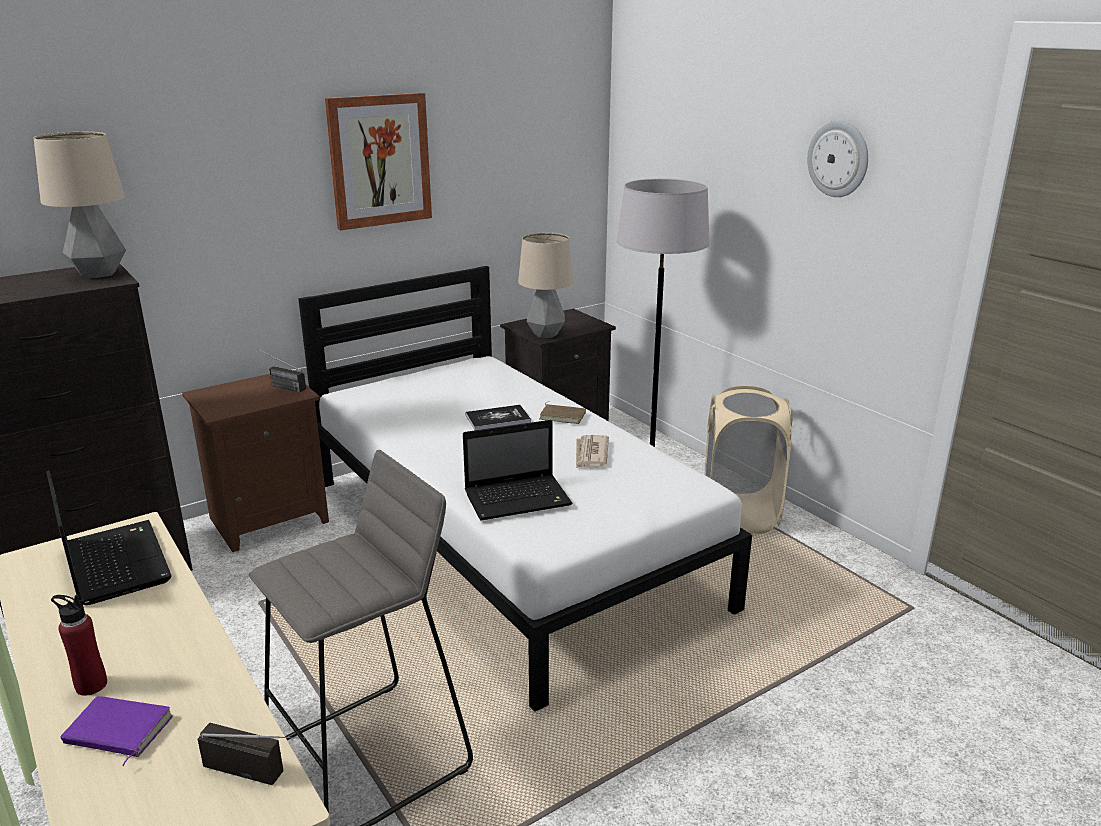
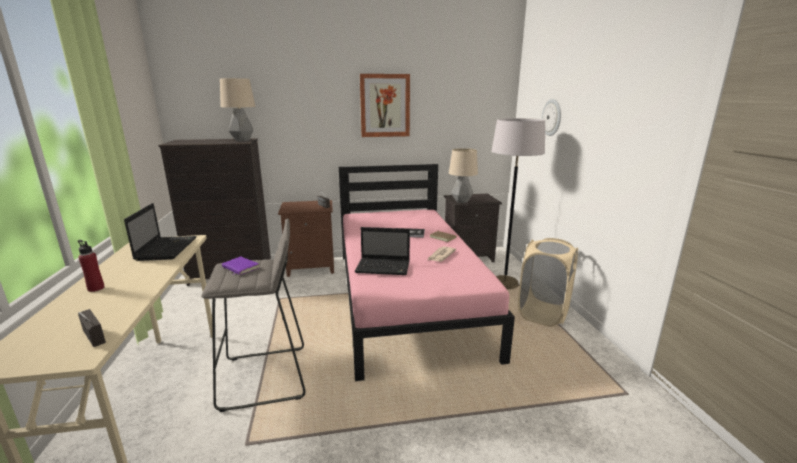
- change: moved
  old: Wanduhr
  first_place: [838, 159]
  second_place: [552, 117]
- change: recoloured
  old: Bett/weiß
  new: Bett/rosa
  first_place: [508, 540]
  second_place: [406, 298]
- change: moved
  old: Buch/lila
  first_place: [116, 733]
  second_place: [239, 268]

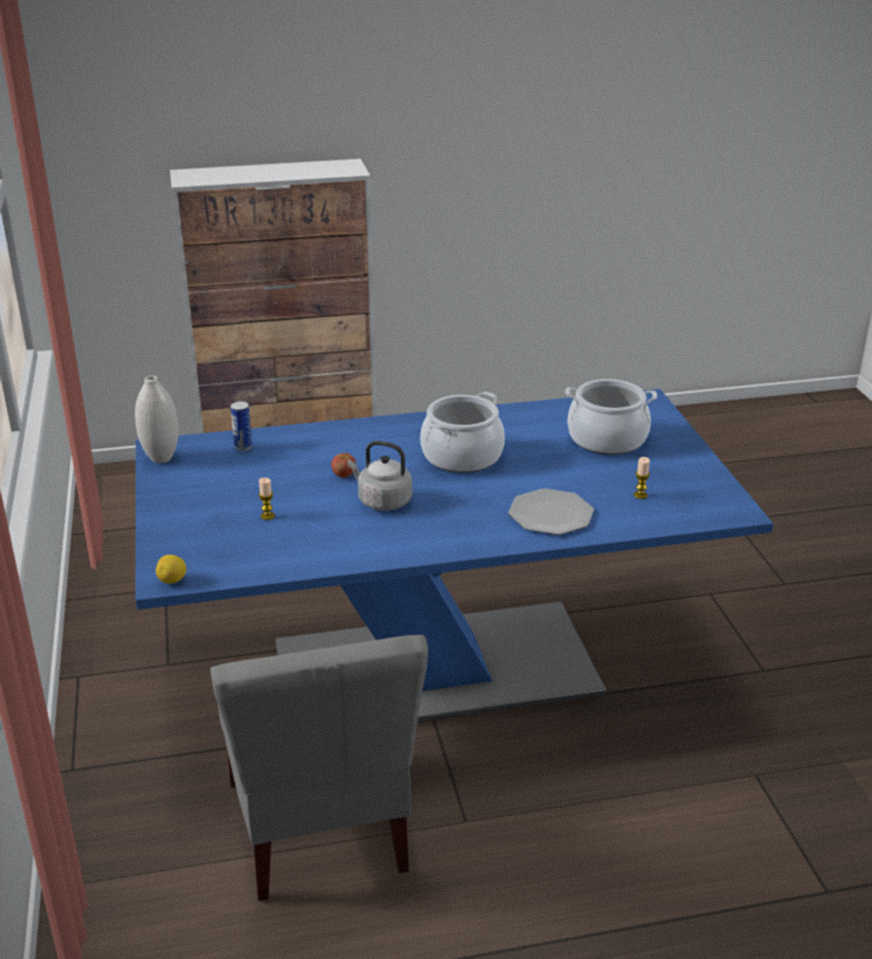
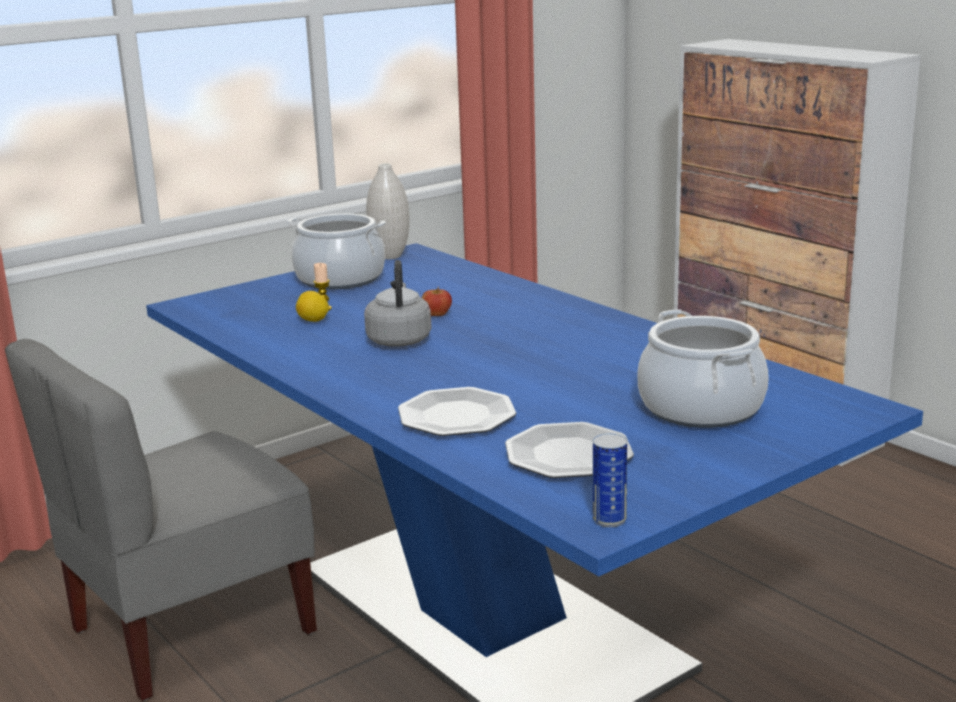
- change: moved
  old: Kochtopf
  first_place: [462, 457]
  second_place: [340, 279]
- change: moved
  old: Dose
  first_place: [243, 447]
  second_place: [609, 520]
- change: replaced
  old: Kerze
  new: Teller
  first_place: [640, 495]
  second_place: [568, 454]
- change: moved
  old: Zitrone
  first_place: [172, 581]
  second_place: [313, 321]

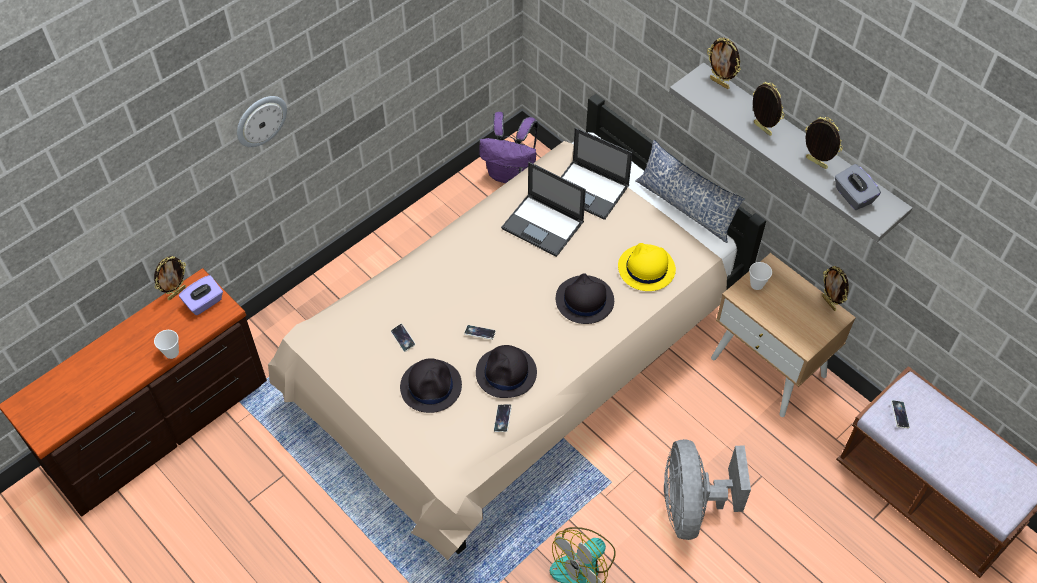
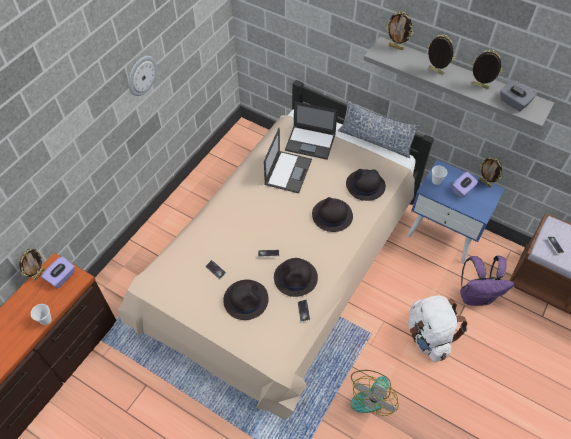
- change: moved
  old: Wanduhr
  first_place: [260, 120]
  second_place: [141, 75]
- change: moved
  old: Rucksack/lila
  first_place: [511, 174]
  second_place: [476, 296]
- change: turned
  old: Laptop
  first_place: [543, 225]
  second_place: [288, 171]
  degrees: -90
- change: recoloured
  old: Hut/gelb
  new: Hut/schwarz
  first_place: [646, 268]
  second_place: [365, 185]
- change: recoloured
  old: Nachttisch/beige
  new: Nachttisch/blau
  first_place: [769, 367]
  second_place: [444, 233]
- change: replaced
  old: Ventilator/grau
  new: Rucksack/weiß
  first_place: [692, 506]
  second_place: [428, 337]
- change: added
  new: Taschentuchbox/lila
  second_place: [462, 190]

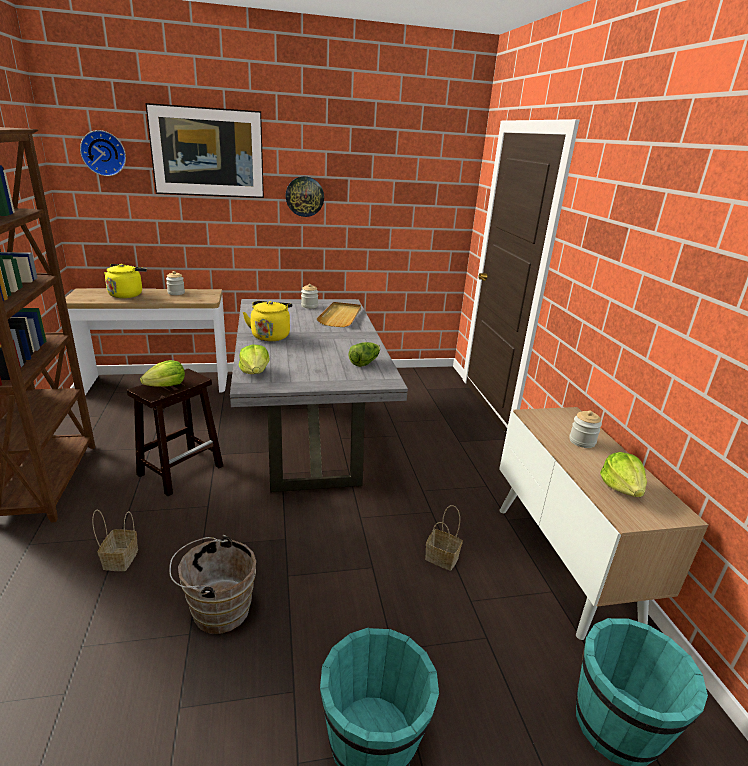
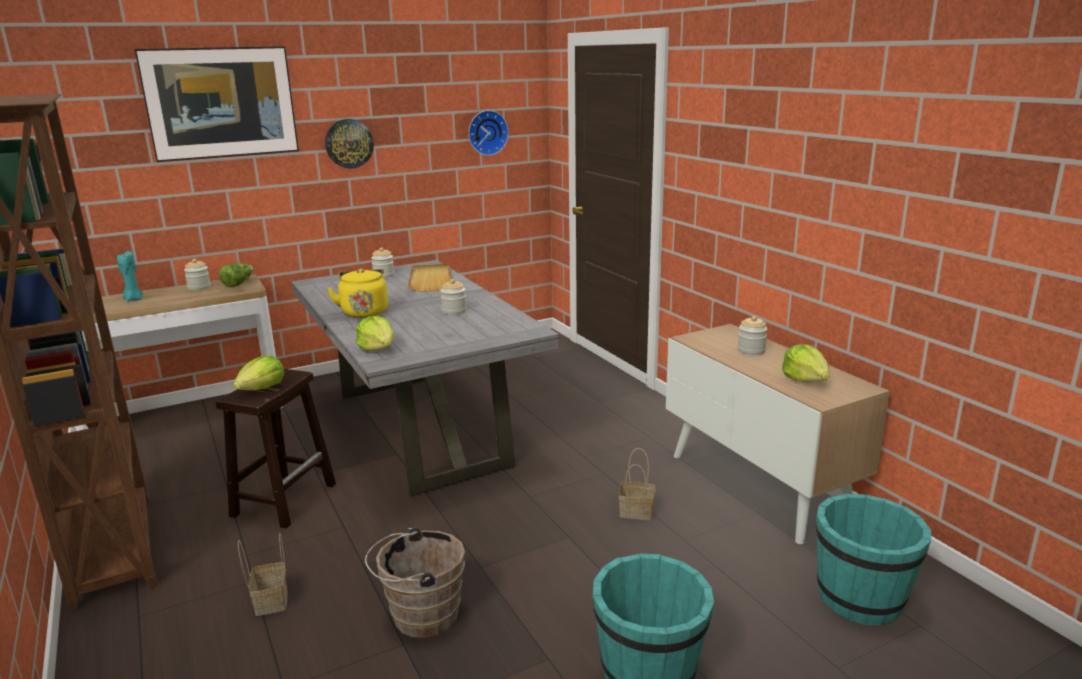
- change: moved
  old: Wanduhr
  first_place: [104, 153]
  second_place: [487, 132]
- change: replaced
  old: Wasserkessel/gelb
  new: Kerze/türkis
  first_place: [127, 294]
  second_place: [133, 299]
- change: moved
  old: Salatkopf
  first_place: [364, 362]
  second_place: [238, 284]
- change: added
  new: Vorratsglas
  second_place: [454, 311]

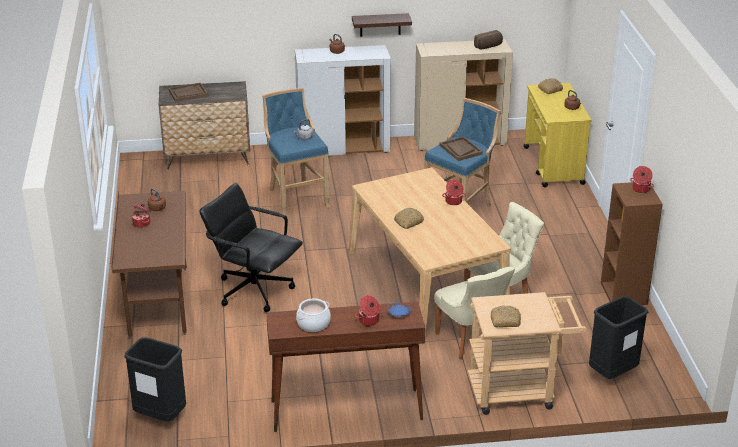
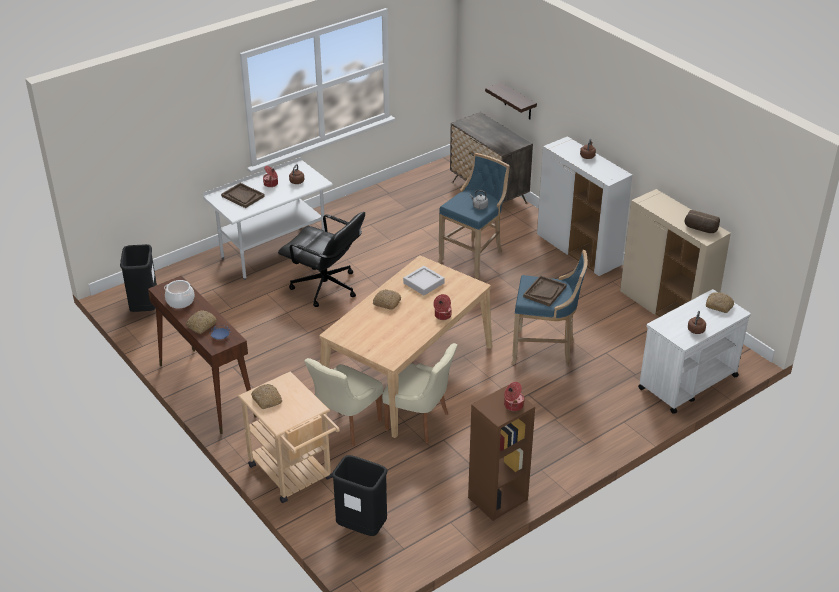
- change: moved
  old: Wandregal
  first_place: [380, 25]
  second_place: [518, 102]
- change: moved
  old: Tablett/braun
  first_place: [188, 93]
  second_place: [242, 196]
- change: recoloured
  old: Rollwagen/gelb
  new: Rollwagen/weiß
  first_place: [553, 166]
  second_place: [687, 382]
- change: turned
  old: Bürostuhl/schwarz
  first_place: [254, 289]
  second_place: [325, 288]
  degrees: 120
- change: recoloured
  old: Schreibtisch/braun
  new: Schreibtisch/weiß
  first_place: [158, 302]
  second_place: [273, 252]
- change: replaced
  old: Kochtopf
  new: Brot
  first_place: [369, 321]
  second_place: [201, 325]
- change: added
  new: Tablett/grau
  second_place: [423, 283]

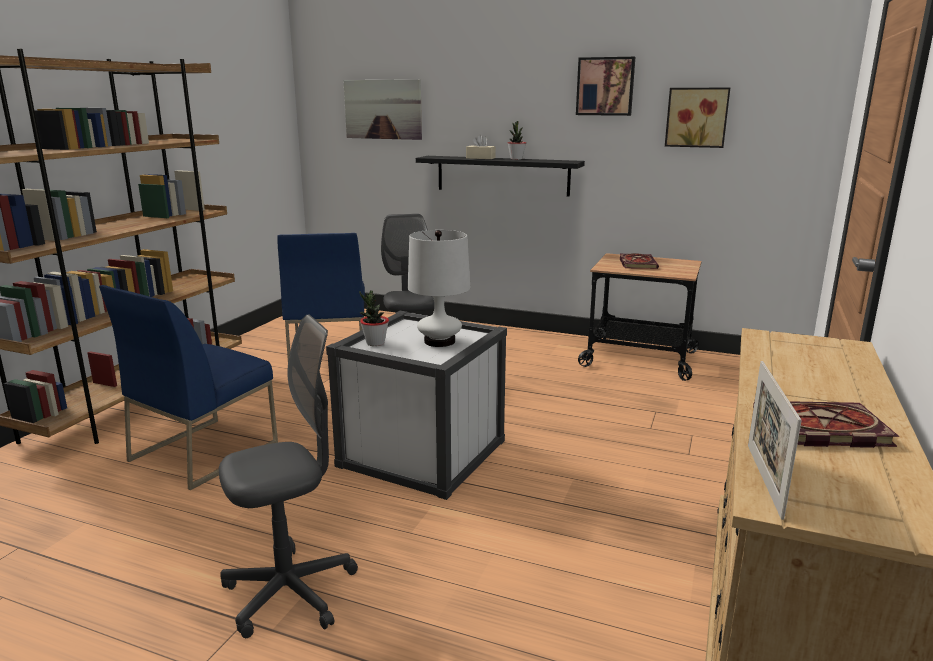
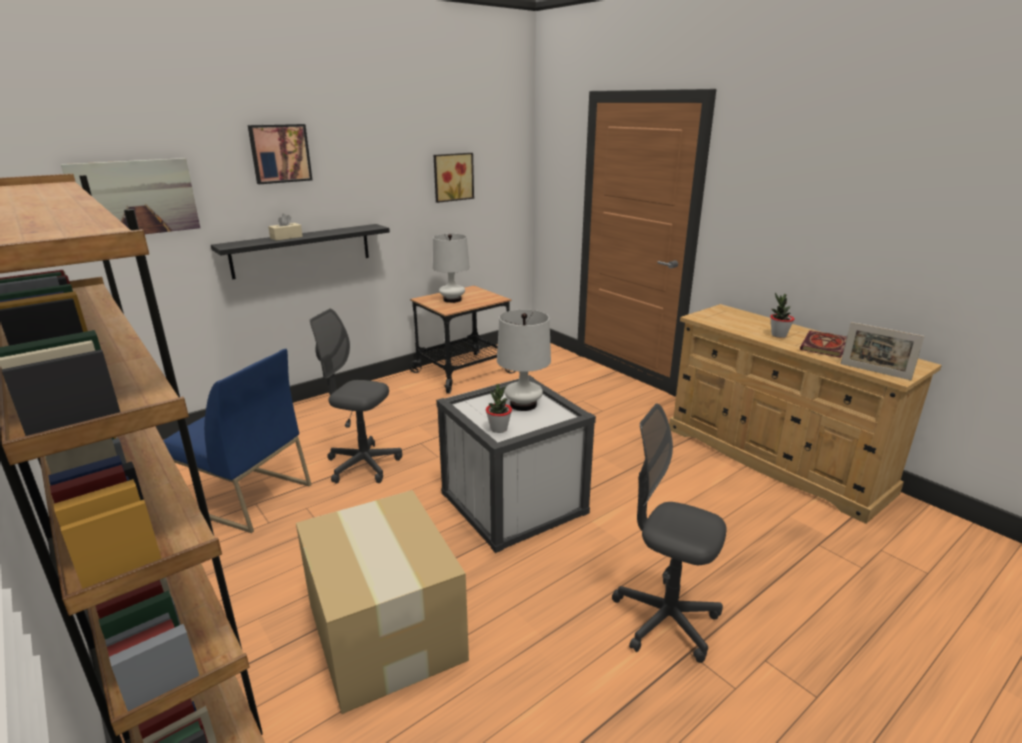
- change: moved
  old: Bild
  first_place: [605, 86]
  second_place: [280, 153]
- change: moved
  old: Topfpflanze
  first_place: [516, 159]
  second_place: [778, 335]
- change: replaced
  old: Buch
  new: Tischlampe/weiß
  first_place: [636, 263]
  second_place: [452, 300]
- change: replaced
  old: Stuhl/blau
  new: Karton
  first_place: [204, 451]
  second_place: [384, 633]
- change: turned
  old: Bürostuhl/grau
  first_place: [290, 593]
  second_place: [665, 620]
  degrees: -60

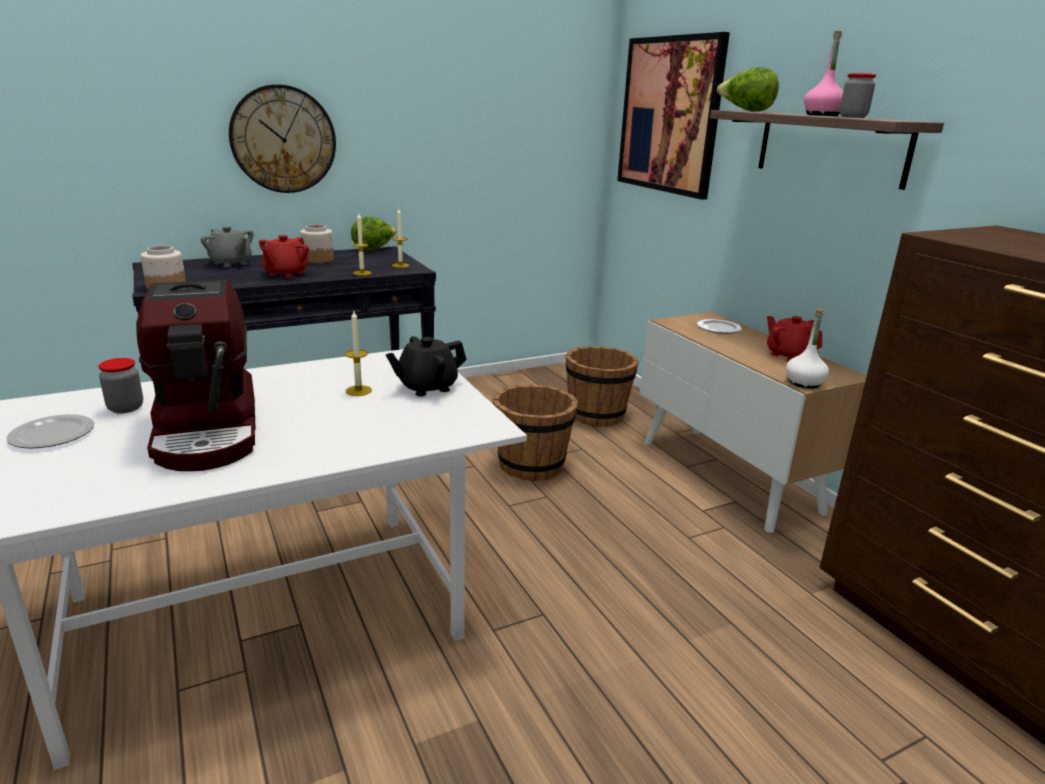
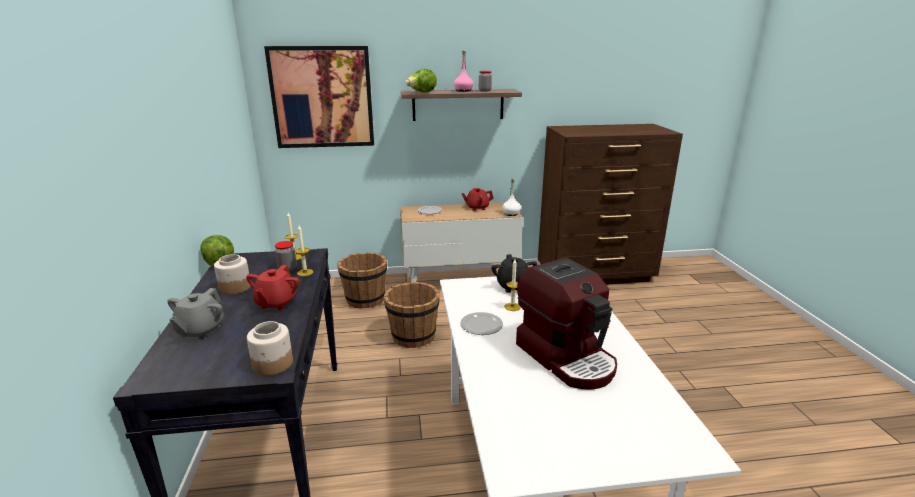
- change: removed
  old: Wanduhr
  first_place: [283, 139]
- change: turned
  old: Teekanne/grau
  first_place: [231, 263]
  second_place: [200, 330]
  degrees: 135
- change: turned
  old: Teekanne/rot
  first_place: [286, 274]
  second_place: [276, 303]
  degrees: 60
- change: turned
  old: Kaffeemaschine
  first_place: [209, 432]
  second_place: [566, 357]
  degrees: 60
- change: moved
  old: Vorratsglas
  first_place: [125, 408]
  second_place: [287, 268]
- change: moved
  old: Teller
  first_place: [51, 434]
  second_place: [481, 325]

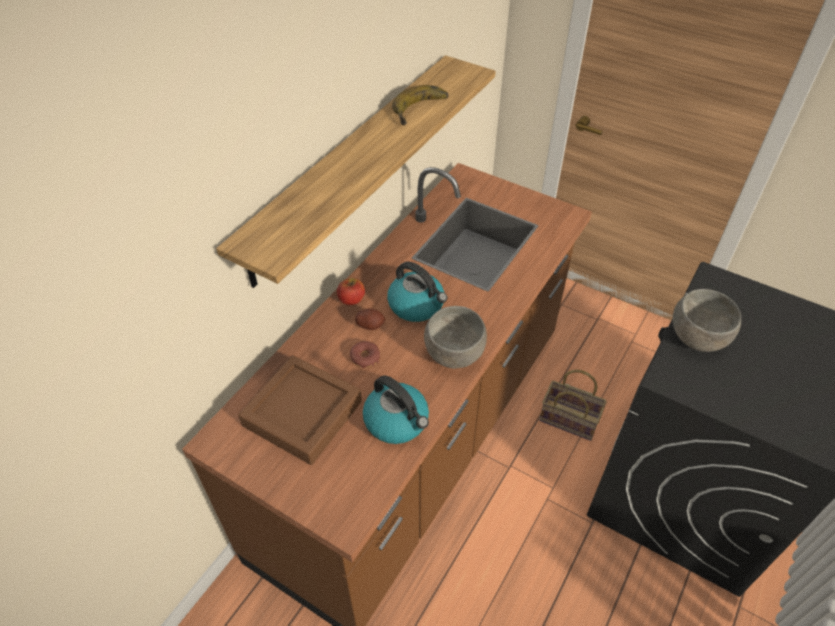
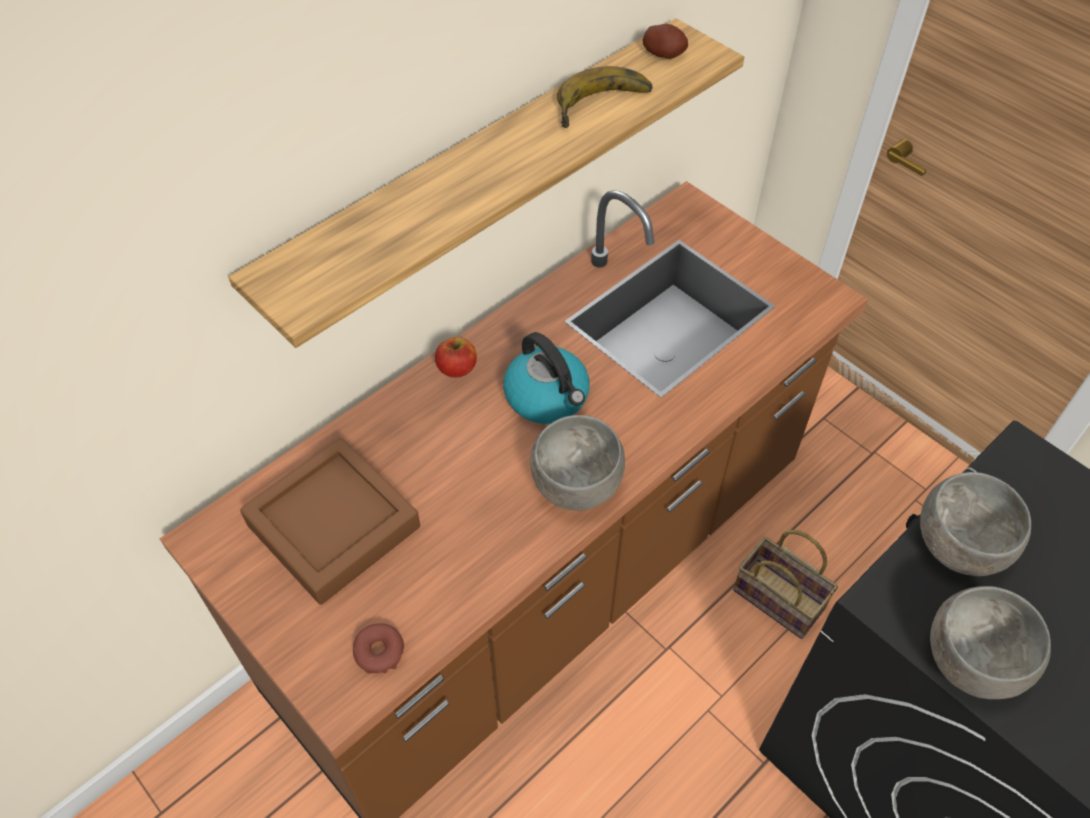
- change: moved
  old: Kartoffel
  first_place: [370, 325]
  second_place: [664, 54]
- change: moved
  old: Donut
  first_place: [365, 357]
  second_place: [379, 651]
- change: removed
  old: Wasserkessel
  first_place: [397, 421]
- change: added
  new: Schüssel/grau
  second_place: [970, 660]

